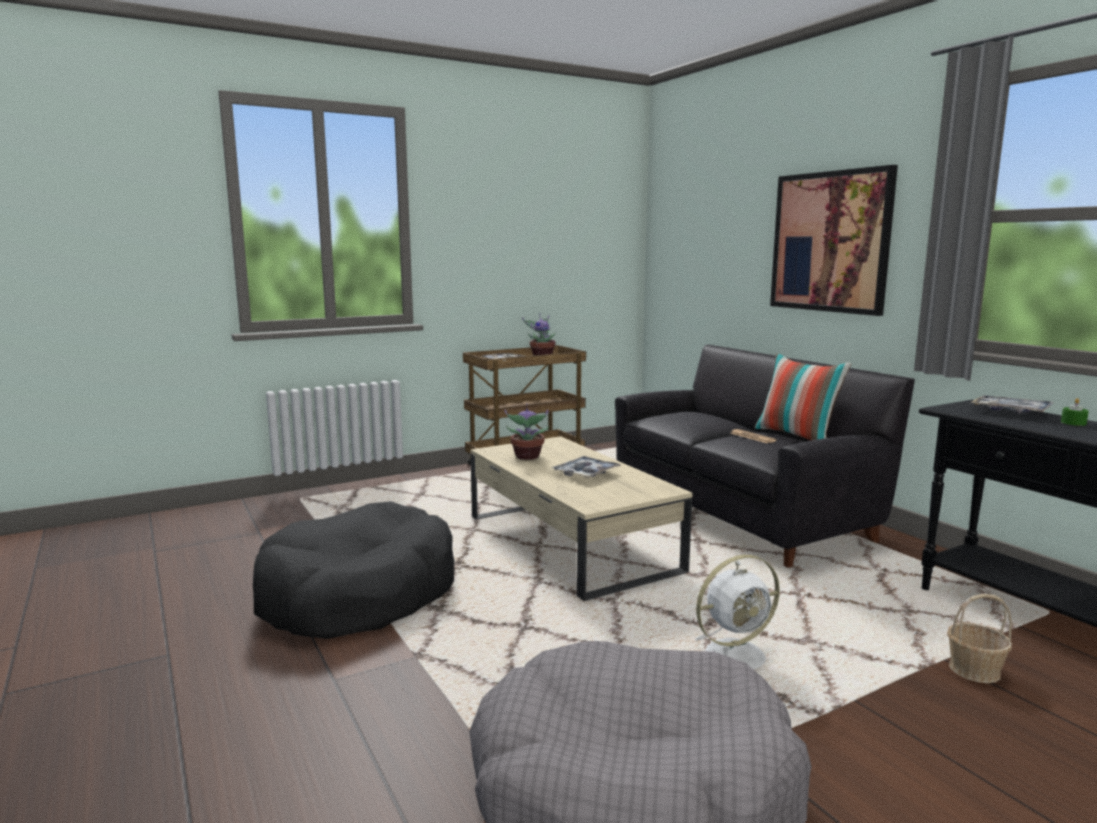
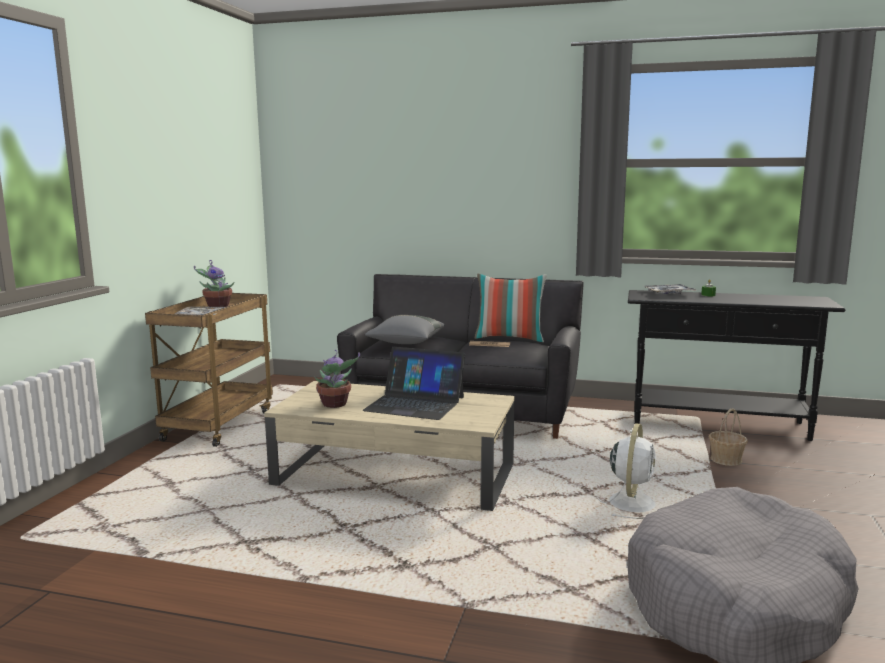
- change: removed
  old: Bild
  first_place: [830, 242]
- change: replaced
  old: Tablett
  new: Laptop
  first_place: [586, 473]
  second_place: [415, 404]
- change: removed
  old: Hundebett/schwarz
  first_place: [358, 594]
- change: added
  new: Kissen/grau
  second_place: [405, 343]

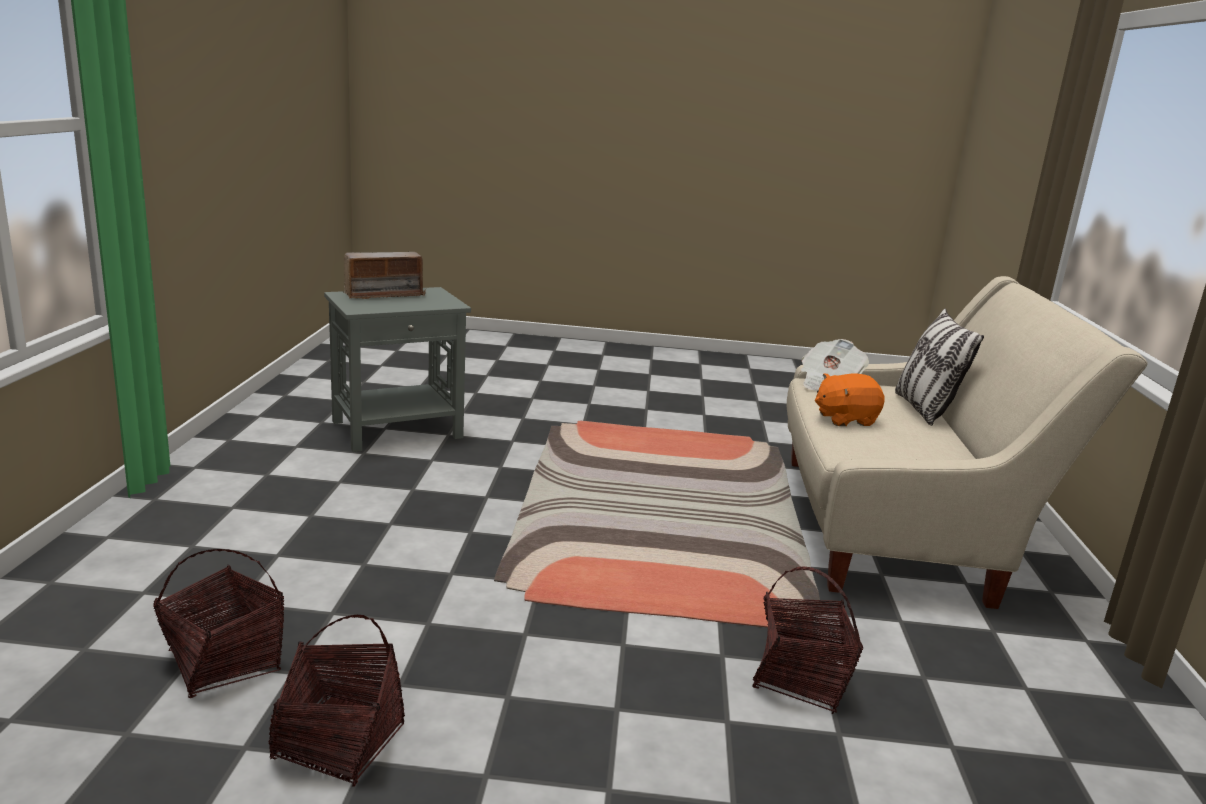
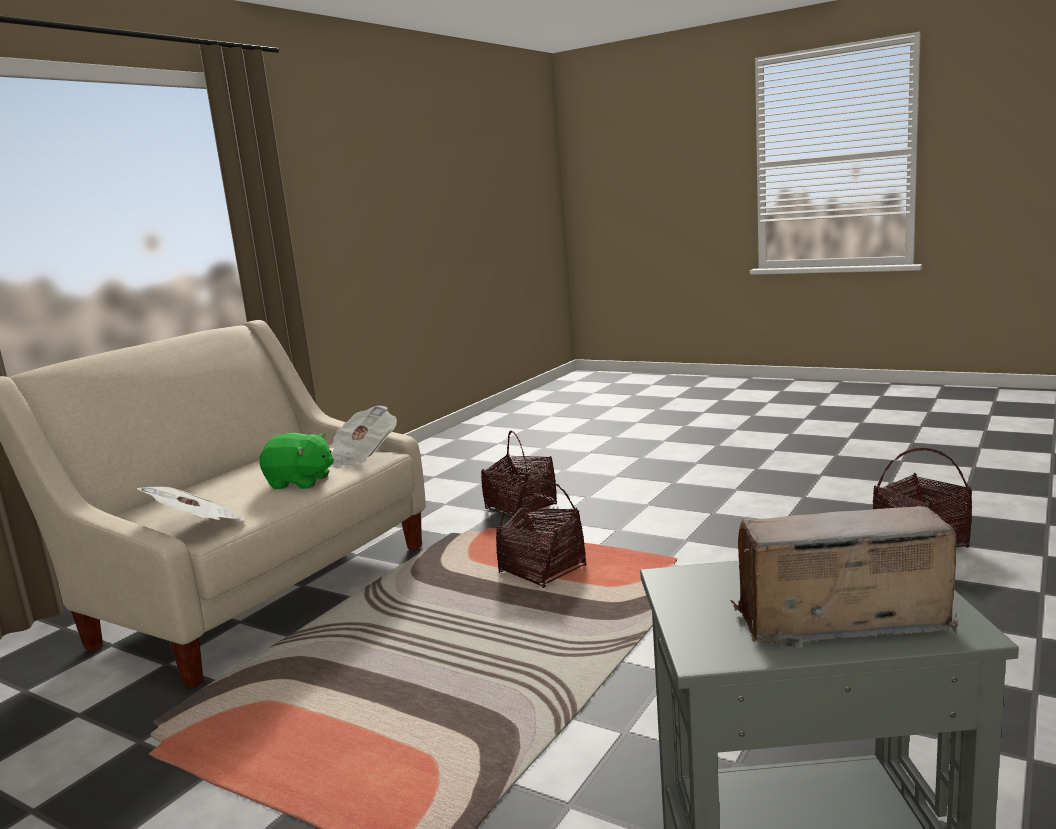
- change: removed
  old: Kissen
  first_place: [924, 410]
- change: recoloured
  old: Plüschtier/orange
  new: Plüschtier/grün
  first_place: [845, 419]
  second_place: [300, 482]
- change: moved
  old: Korb
  first_place: [338, 742]
  second_place: [543, 570]
- change: added
  new: Zeitung
  second_place: [361, 457]

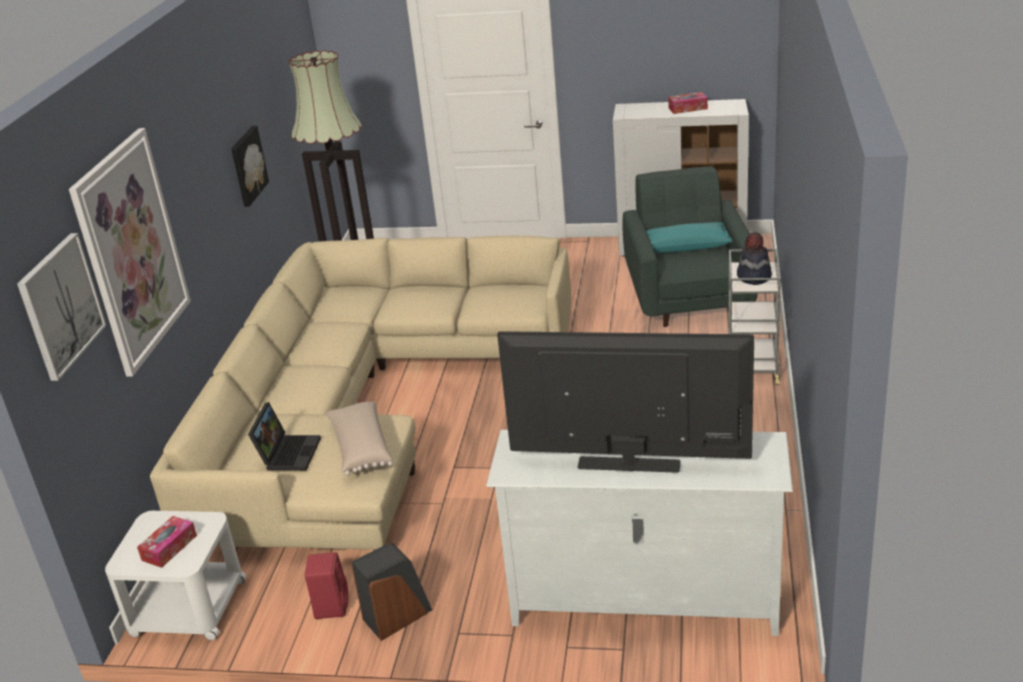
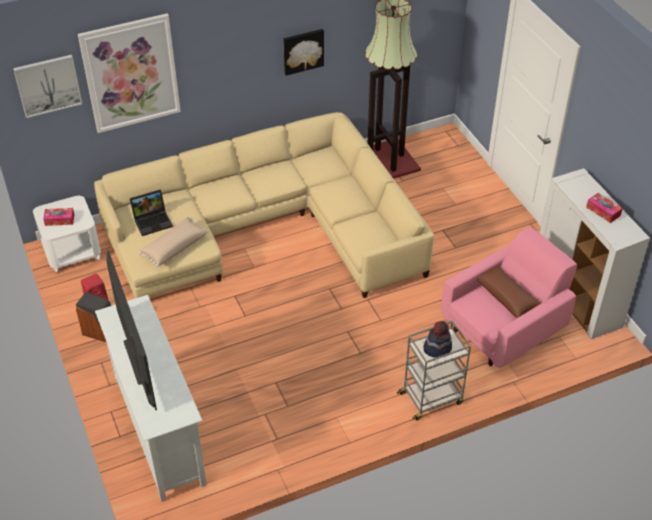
- change: recoloured
  old: Sessel/grün
  new: Sessel/rosa
  first_place: [688, 296]
  second_place: [504, 329]
- change: recoloured
  old: Kissen/türkis
  new: Kissen/braun
  first_place: [685, 247]
  second_place: [507, 298]

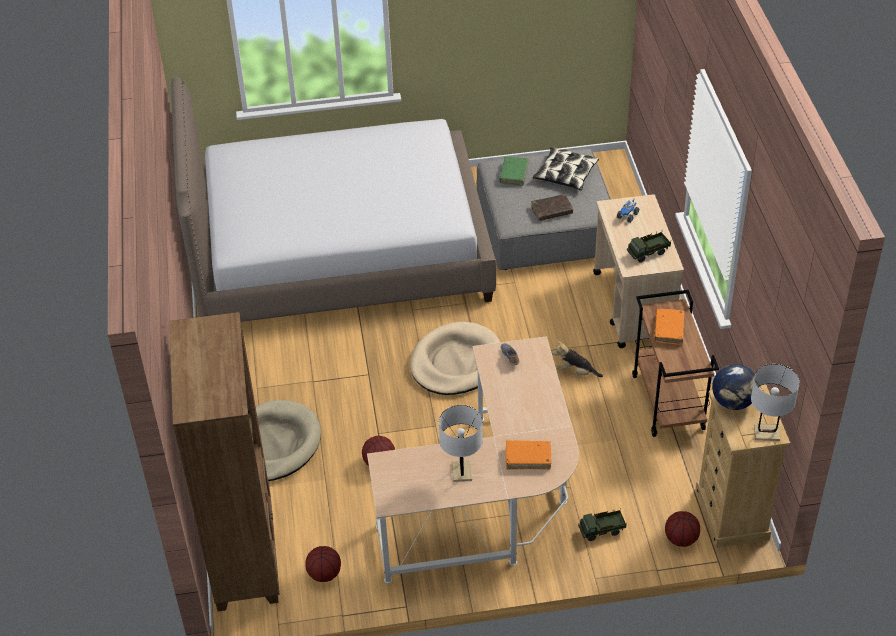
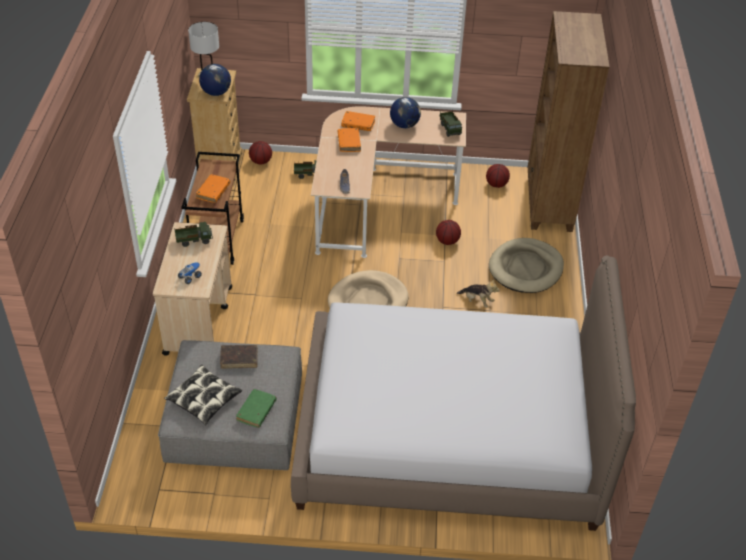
- change: moved
  old: Plüschtier
  first_place: [575, 372]
  second_place: [477, 301]
- change: replaced
  old: Tischlampe/weiß
  new: Globus
  first_place: [462, 472]
  second_place: [404, 125]
- change: added
  new: Spielzeuglaster
  second_place: [450, 129]
- change: added
  new: Buch/orange
  second_place: [349, 143]

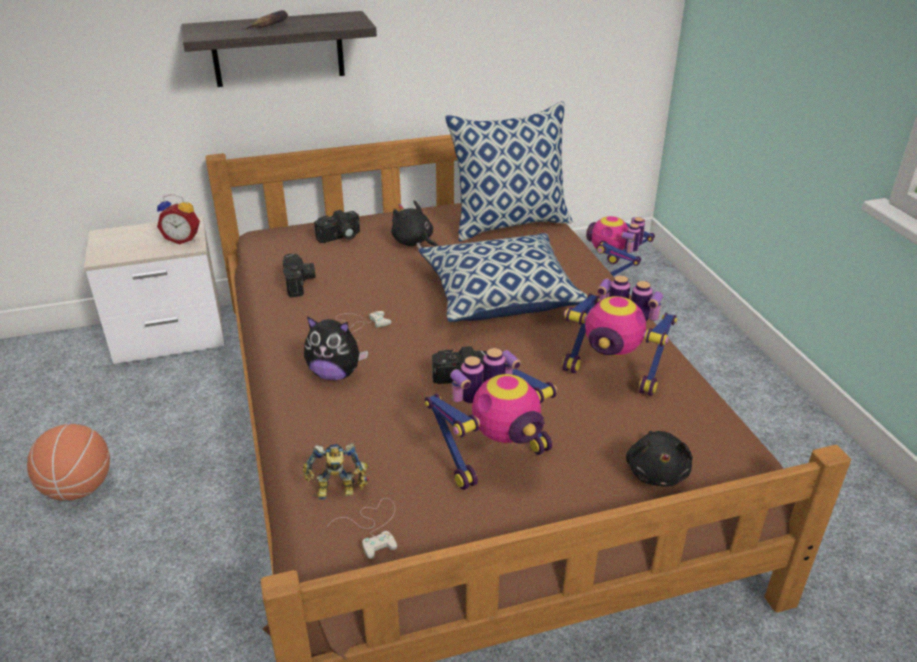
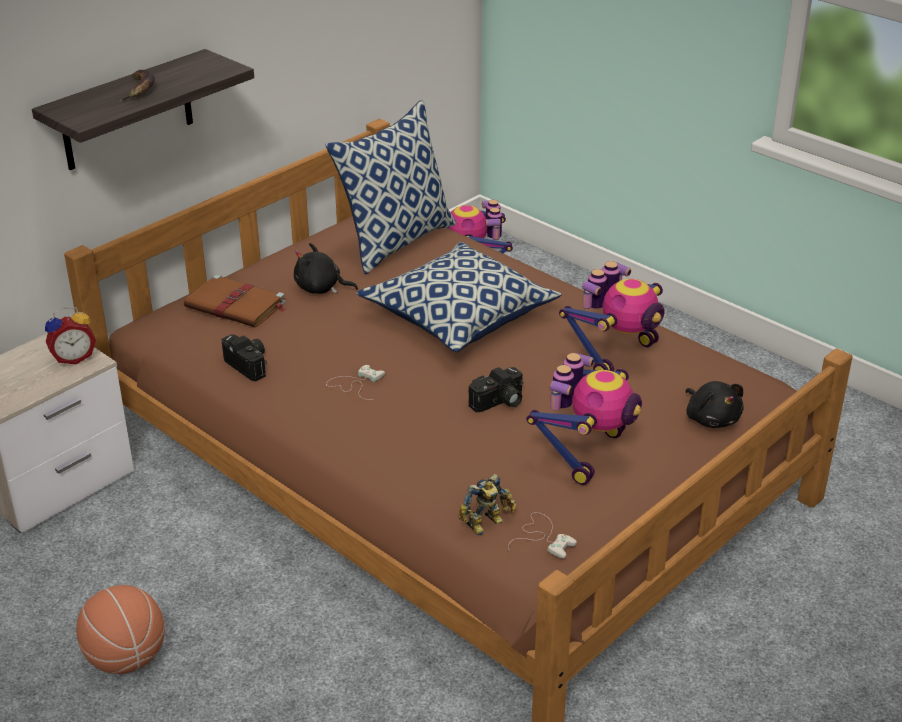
- change: replaced
  old: Kamera
  new: Buch/braun
  first_place: [340, 237]
  second_place: [236, 305]
- change: turned
  old: Spielzeugroboter
  first_place: [613, 374]
  second_place: [615, 354]
  degrees: -45
- change: removed
  old: Plüschtier
  first_place: [335, 374]

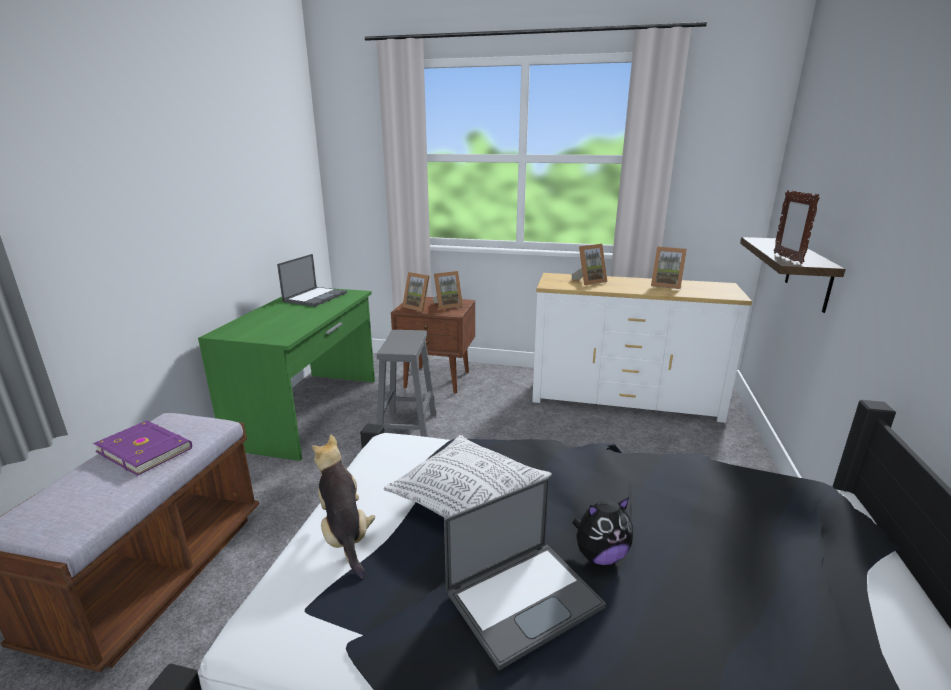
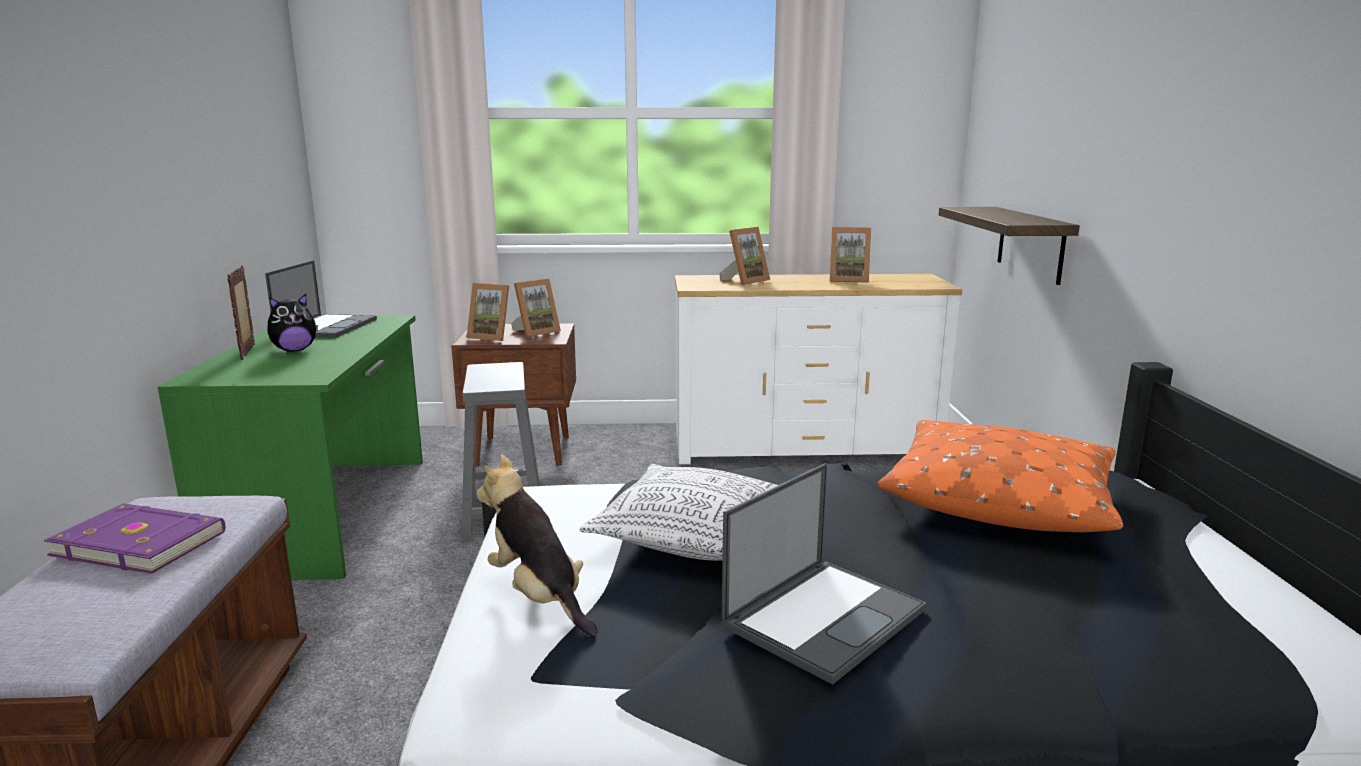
- change: moved
  old: Bilderrahmen
  first_place: [787, 258]
  second_place: [248, 352]
- change: moved
  old: Plüschtier
  first_place: [600, 555]
  second_place: [295, 350]
- change: added
  new: Kissen/orange
  second_place: [998, 498]

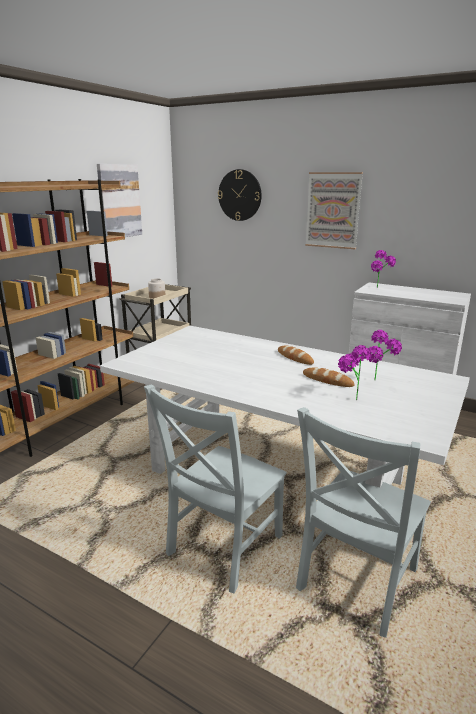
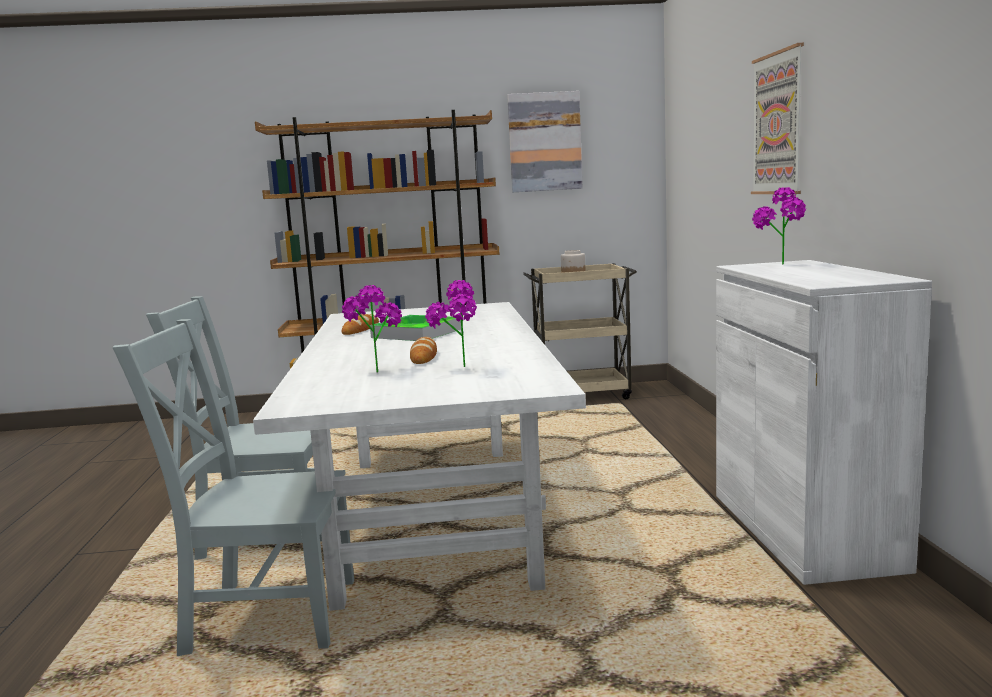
- change: removed
  old: Wanduhr
  first_place: [240, 195]
- change: moved
  old: Brot
  first_place: [295, 358]
  second_place: [361, 329]
- change: added
  new: Tablett
  second_place: [416, 333]

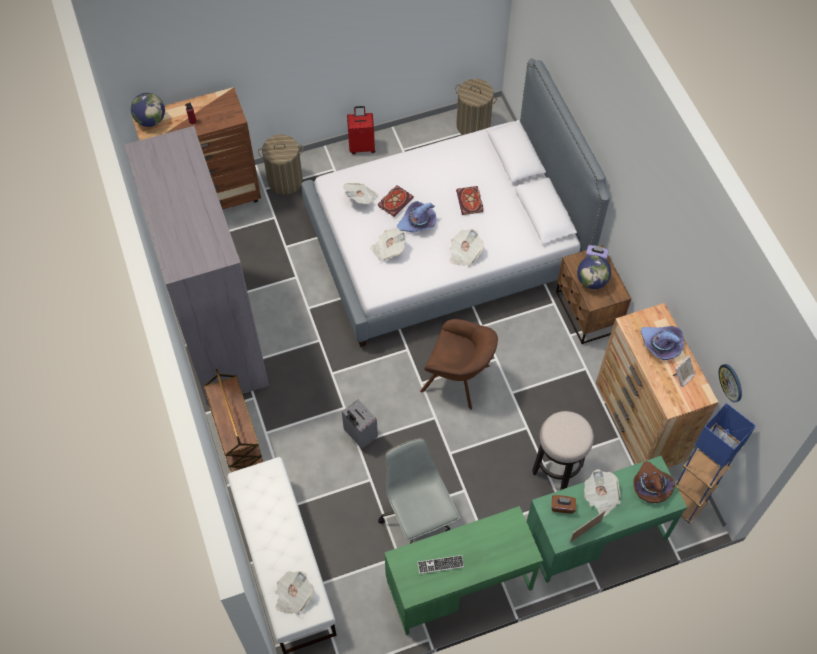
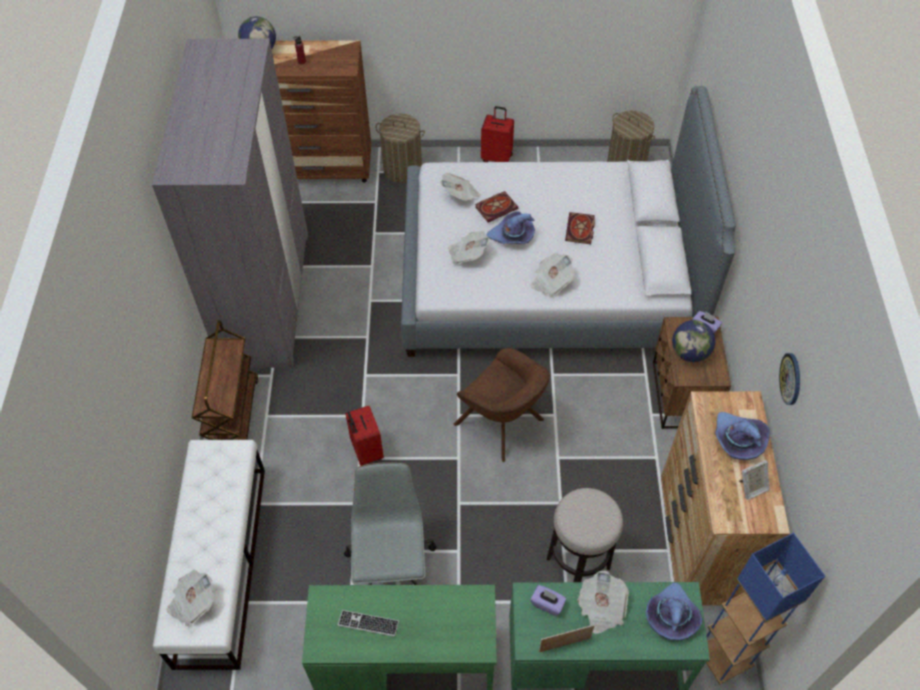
- change: moved
  old: Wanduhr
  first_place: [731, 382]
  second_place: [791, 378]
- change: recoloured
  old: Koffer/grau
  new: Koffer/rot
  first_place: [359, 435]
  second_place: [366, 451]
- change: recoloured
  old: Hut/braun
  new: Hut/lila
  first_place: [650, 486]
  second_place: [671, 615]
- change: recoloured
  old: Taschentuchbox/braun
  new: Taschentuchbox/lila
  first_place: [562, 507]
  second_place: [547, 604]

